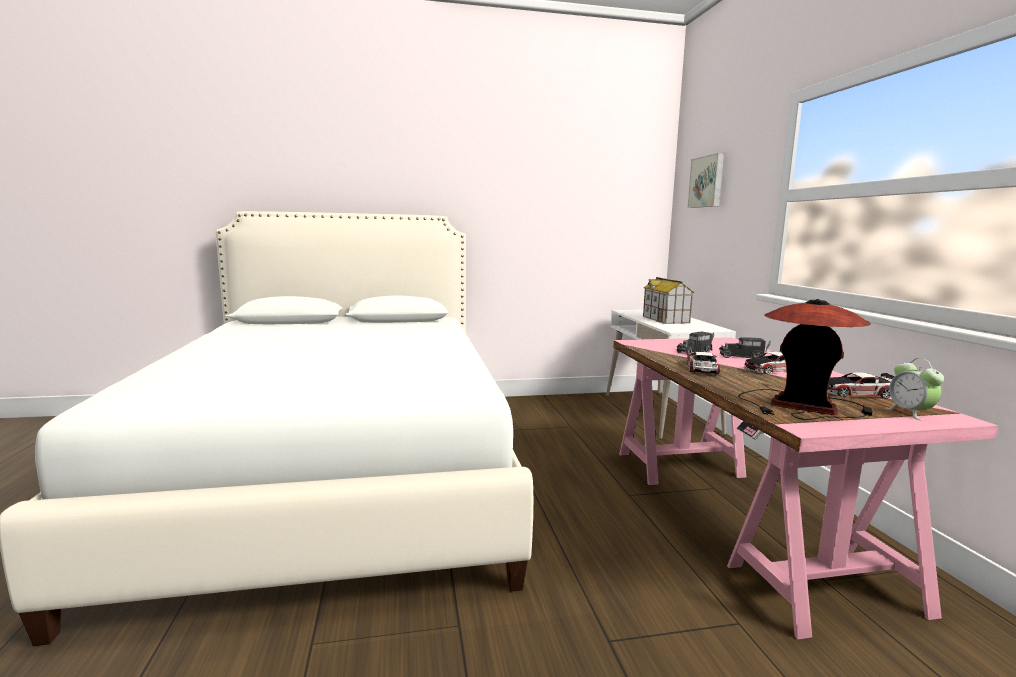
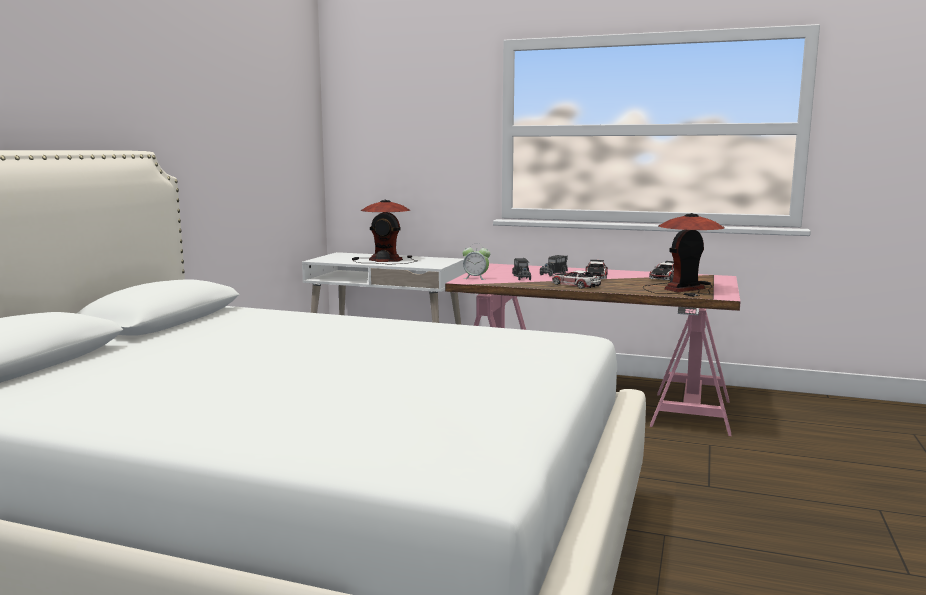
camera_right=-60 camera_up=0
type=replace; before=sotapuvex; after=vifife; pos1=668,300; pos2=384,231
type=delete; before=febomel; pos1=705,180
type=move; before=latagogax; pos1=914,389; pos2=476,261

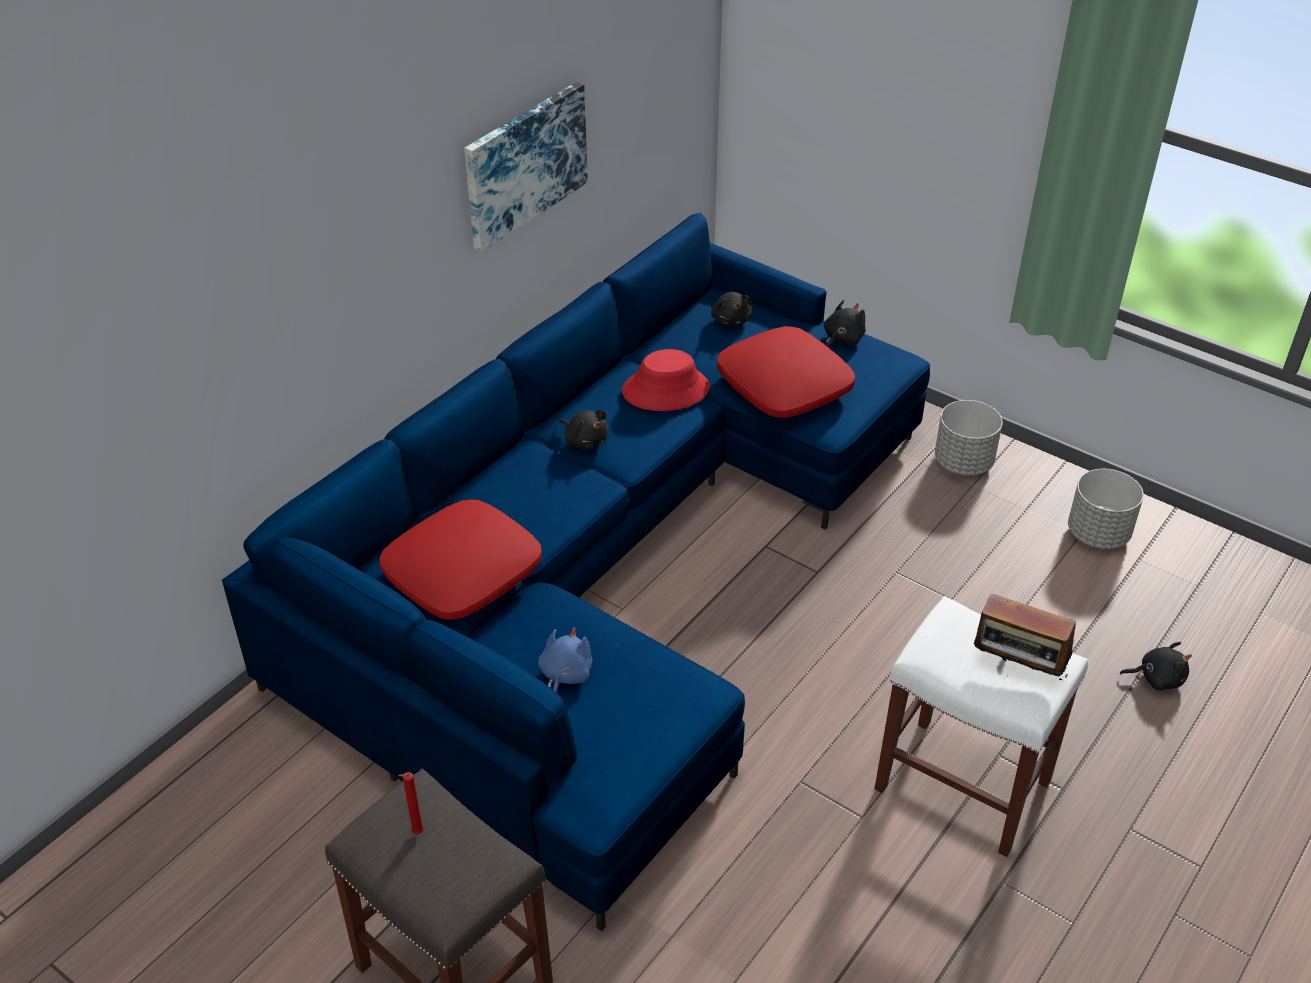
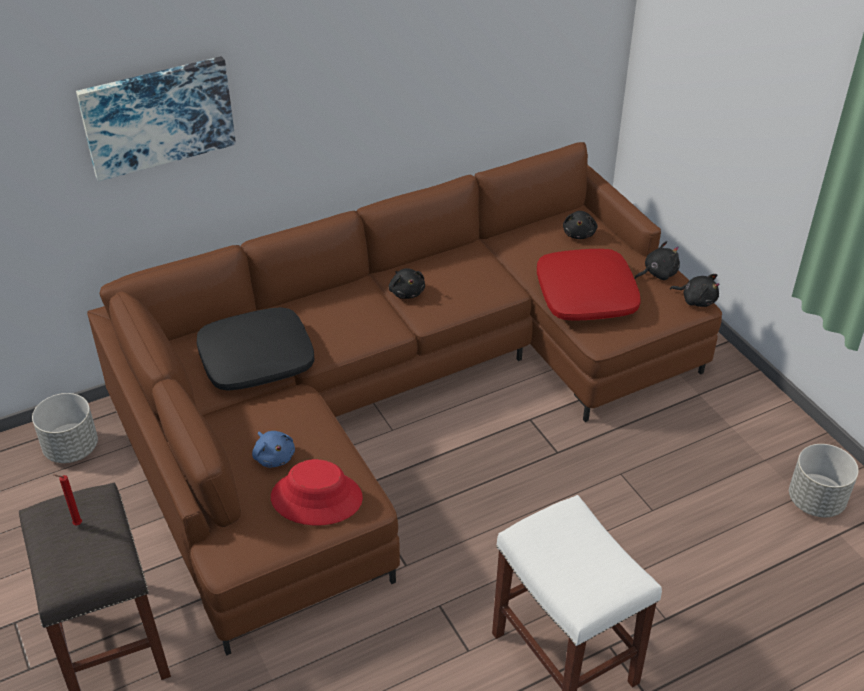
camera_right=25 camera_up=0
type=recolor; before=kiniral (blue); after=kiniral (brown); pos1=576,572; pos2=404,399
type=recolor; before=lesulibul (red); after=lesulibul (black); pos1=461,560; pos2=255,349
type=move; before=febomel; pos1=526,167; pos2=156,118
type=rotate; before=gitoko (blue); pos1=565,660; pos2=273,449; turn=105
type=move; before=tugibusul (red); pos1=666,380; pos2=317,492
type=move; before=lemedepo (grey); pos1=969,437; pos2=65,428
type=delete; before=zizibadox; pos1=1025,636
type=move; before=gitoko (black); pos1=1156,666; pos2=694,290

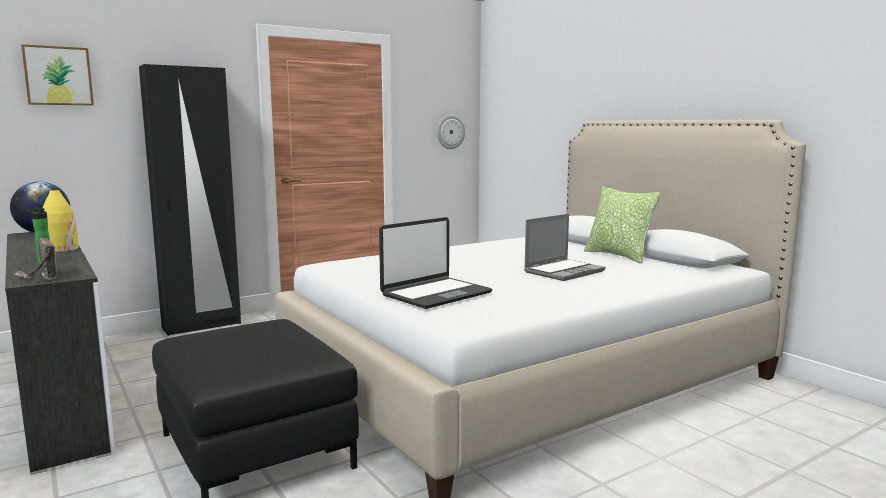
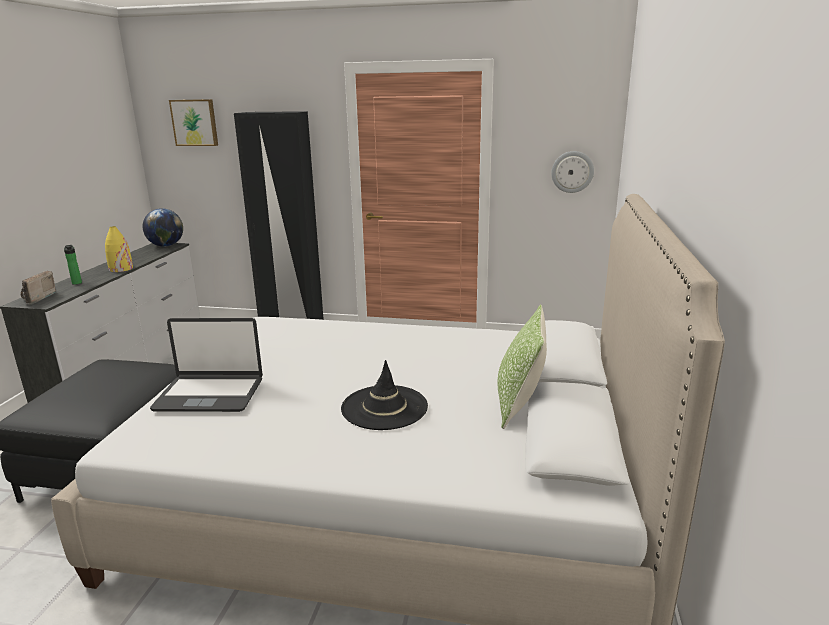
camera_right=45 camera_up=10
type=replace; before=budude; after=tugibusul (black); pos1=564,247; pos2=384,395

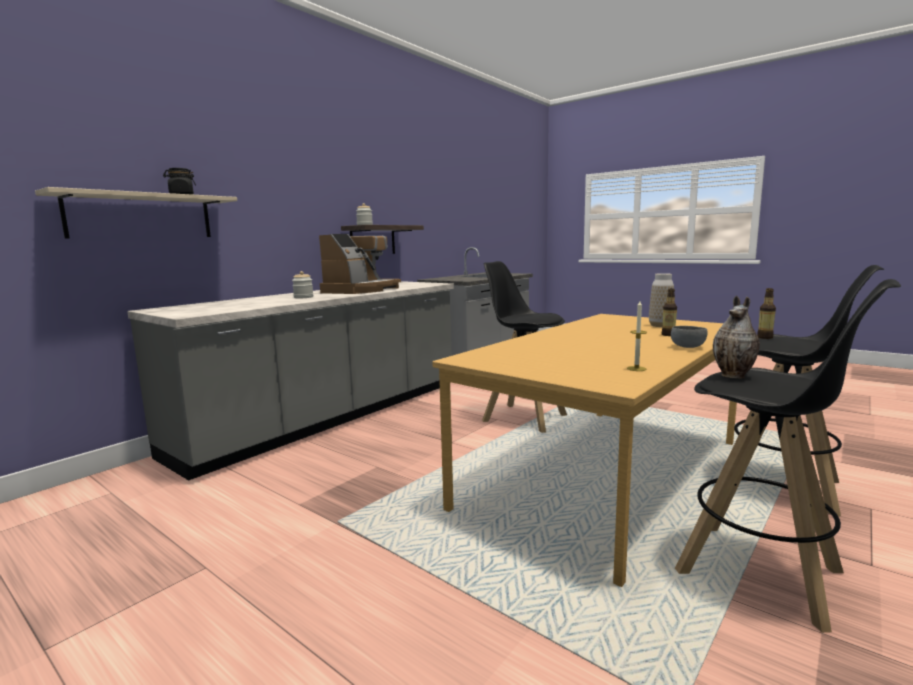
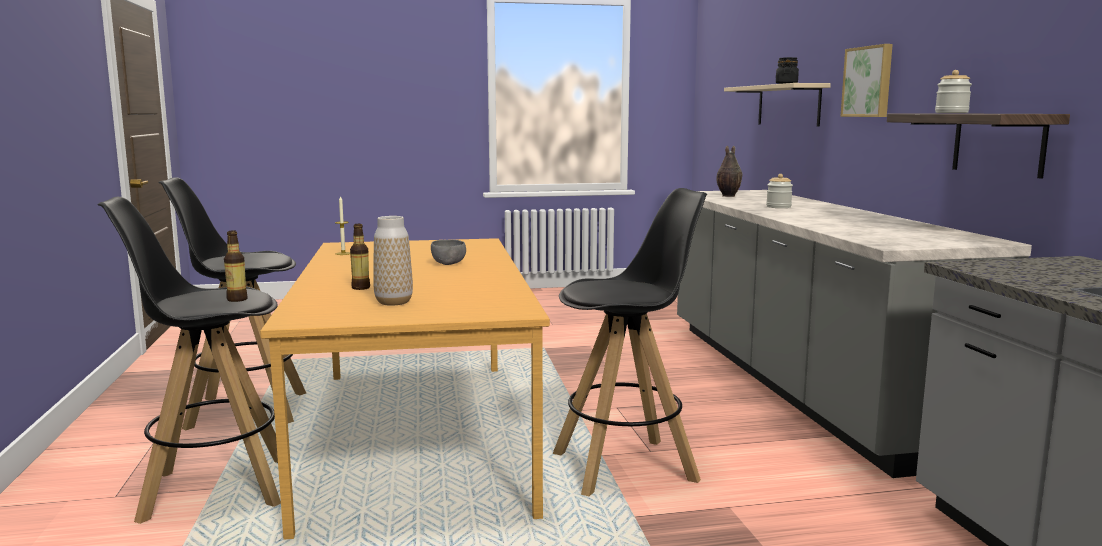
camera_right=130 camera_up=0
type=delete; before=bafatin; pos1=360,264
type=move; before=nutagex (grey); pos1=689,337; pos2=448,252
type=move; before=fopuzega; pos1=736,337; pos2=729,171
type=insert; after=febomel; pos2=867,80

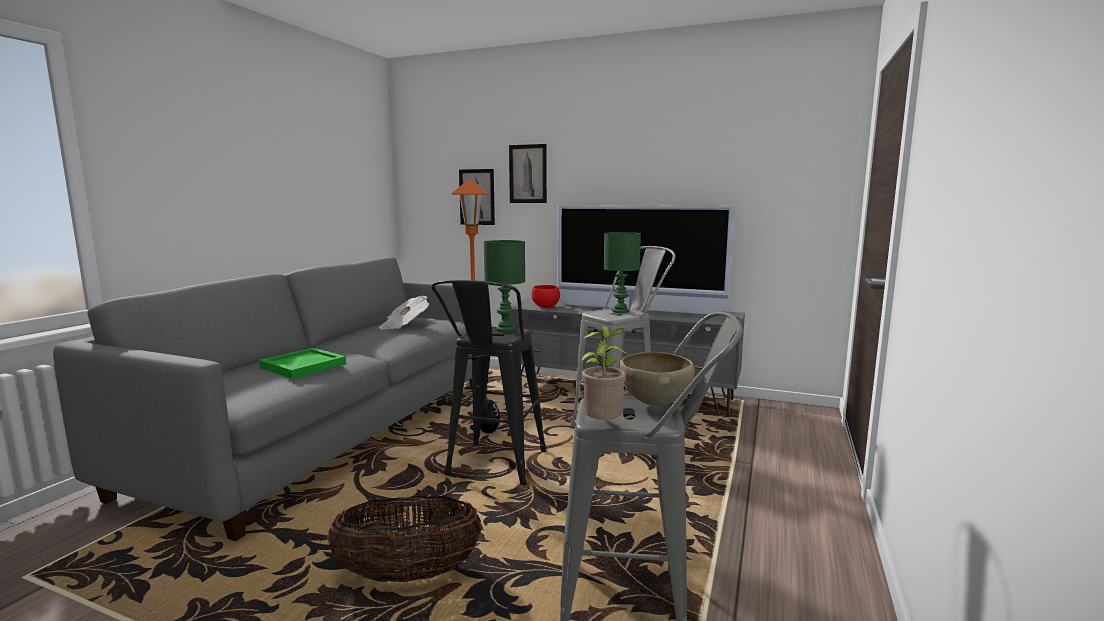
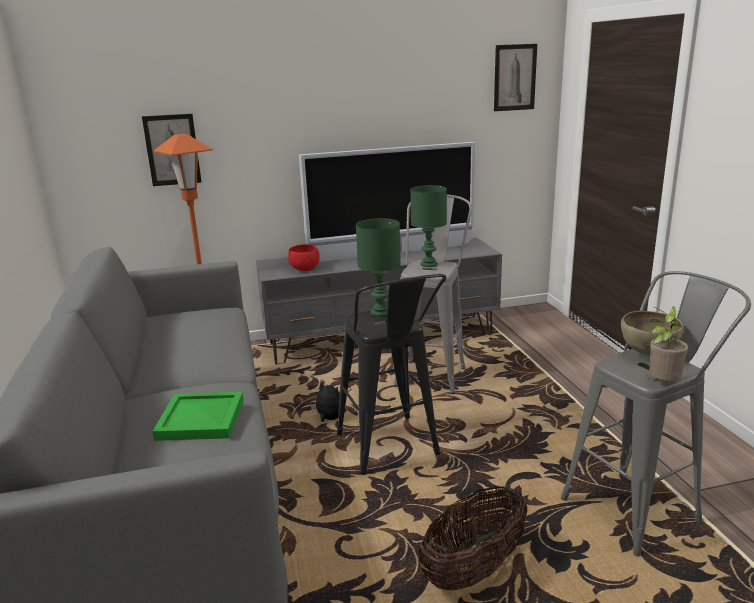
camera_right=-35 camera_up=10
type=delete; before=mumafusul; pos1=404,313
type=move; before=febomel; pos1=528,173; pos2=515,77

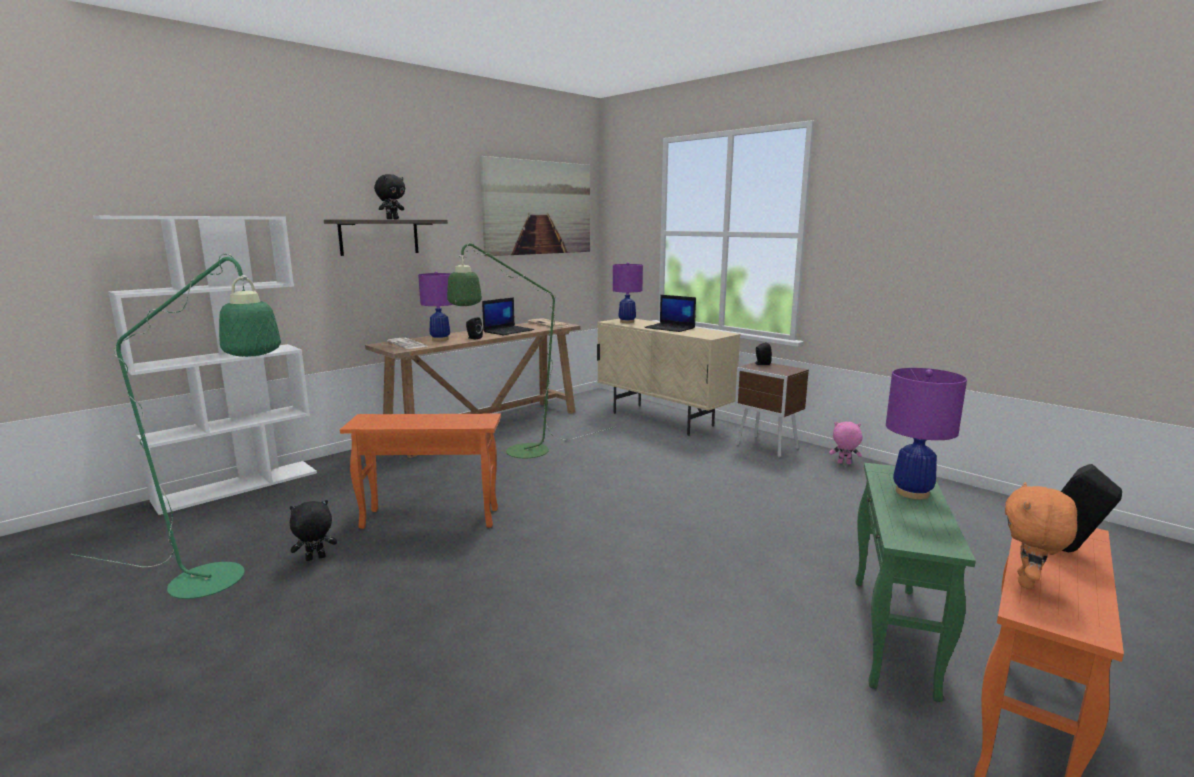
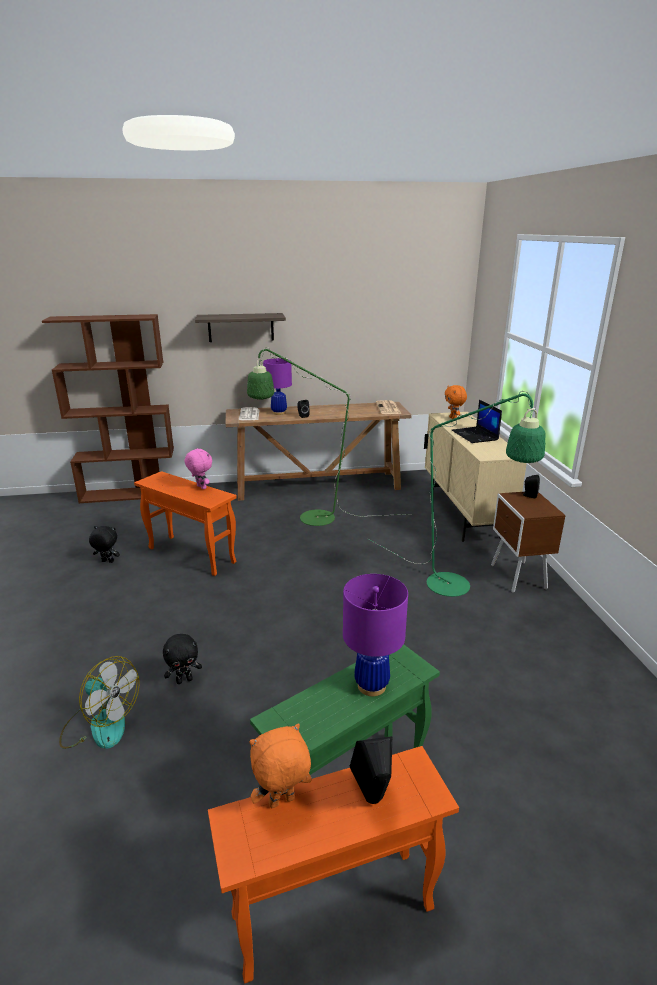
camera_right=35 camera_up=10
type=move; before=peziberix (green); pos1=176,426; pos2=457,494
type=recolor; before=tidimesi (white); after=tidimesi (brown); pos1=205,365; pos2=108,408
type=move; before=gitoko (black); pos1=389,196; pos2=182,659
type=delete; before=febomel; pos1=535,206
type=delete; before=budude; pos1=508,316
type=replace; before=vifife (purple); after=gitoko (orange); pos1=628,292; pos2=456,402
type=move; before=gitoko (pink); pos1=845,443; pos2=198,468
type=insert; after=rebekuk; pos2=99,702

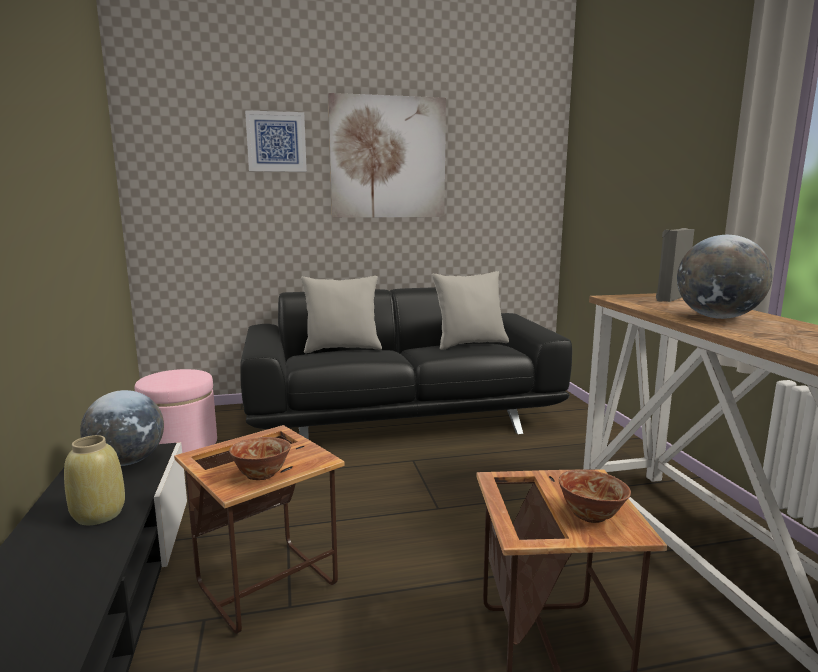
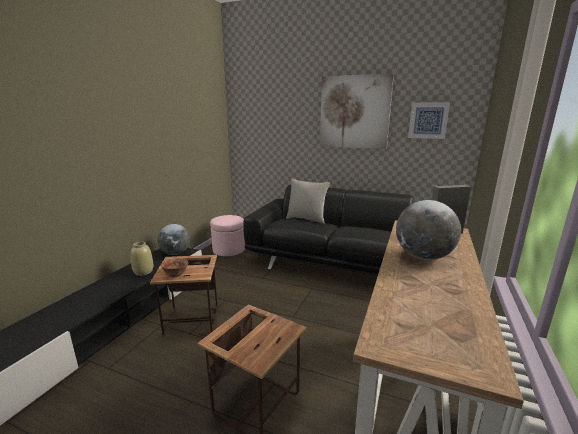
camera_right=35 camera_up=5
type=move; before=febomel; pos1=276,141; pos2=429,120
type=delete; before=lesulibul (grey); pos1=470,310
type=delete; before=nutagex; pos1=595,496

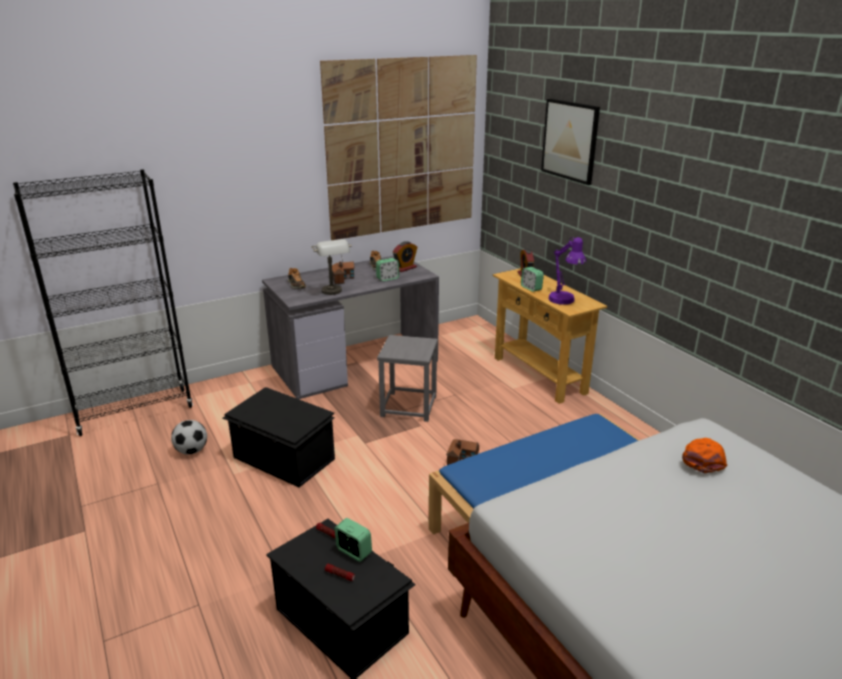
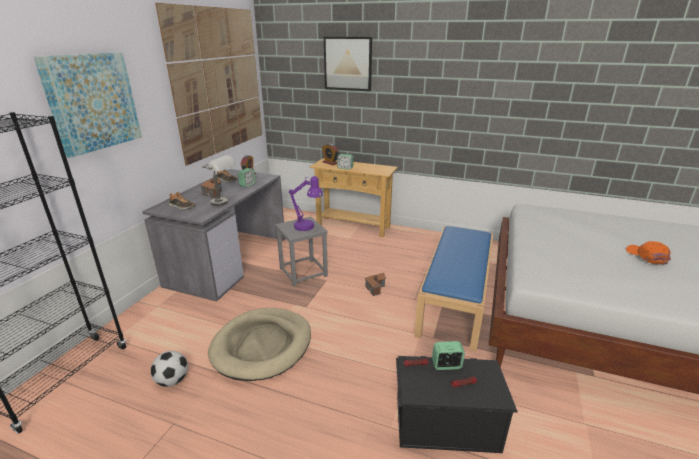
camera_right=-40 camera_up=0
type=replace; before=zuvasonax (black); after=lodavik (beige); pos1=279,437; pos2=259,344
type=move; before=vifife (purple); pos1=567,271; pos2=306,203
type=move; before=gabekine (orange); pos1=704,456; pos2=648,253
type=insert; after=febomel; pos2=88,105

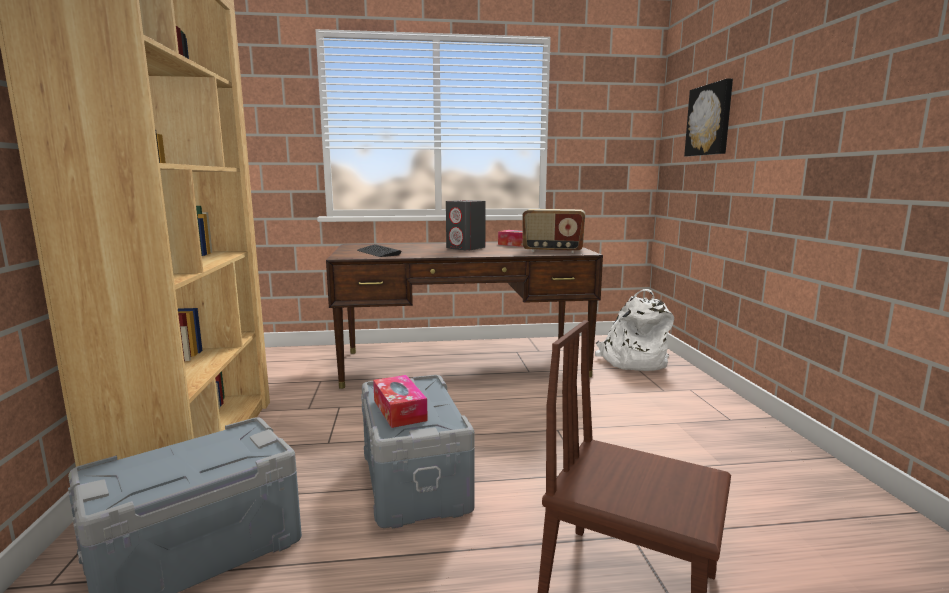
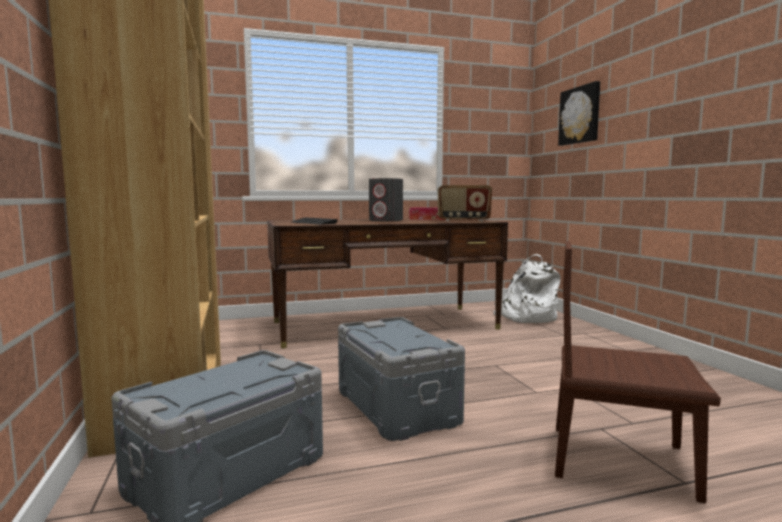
camera_right=-10 camera_up=-5
type=delete; before=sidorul; pos1=400,401

